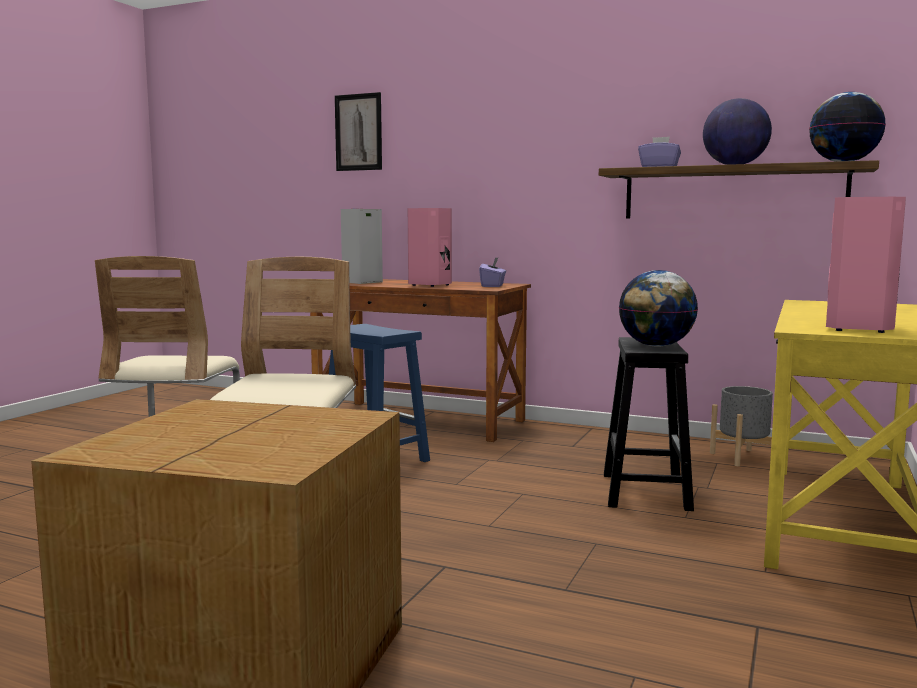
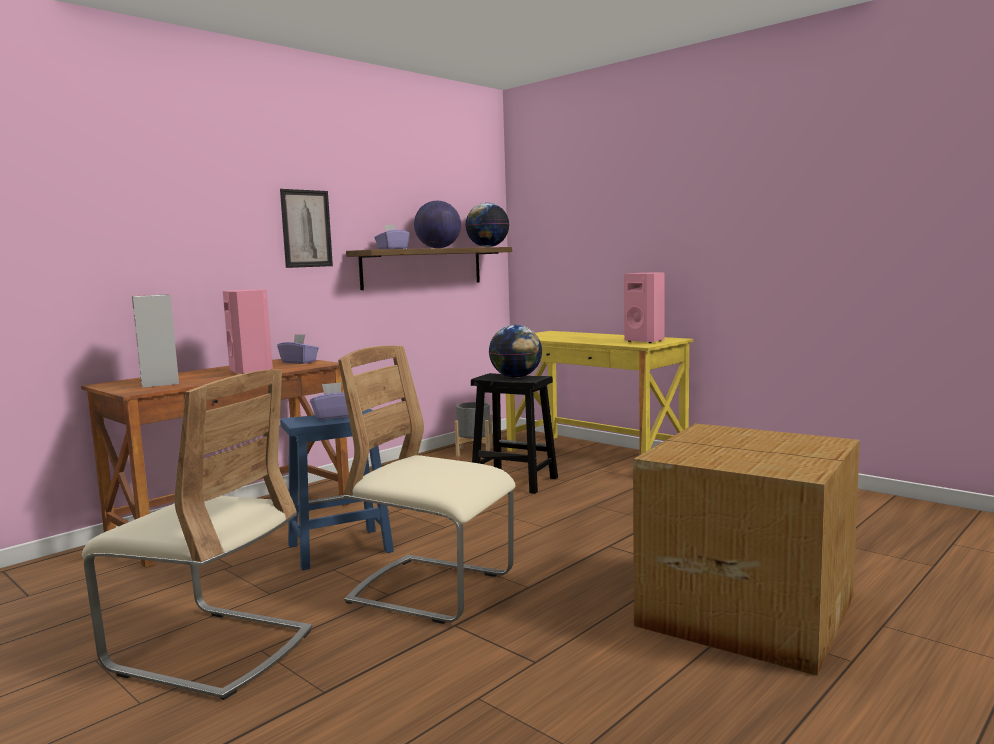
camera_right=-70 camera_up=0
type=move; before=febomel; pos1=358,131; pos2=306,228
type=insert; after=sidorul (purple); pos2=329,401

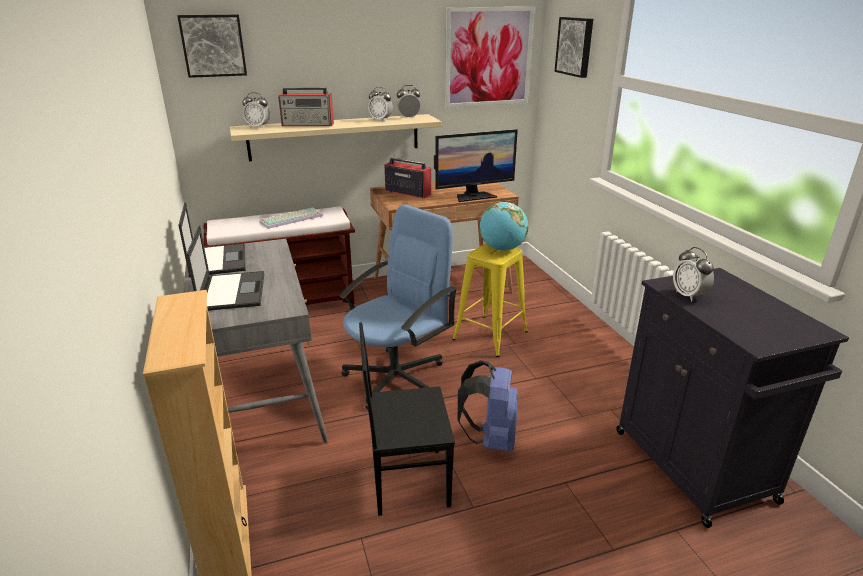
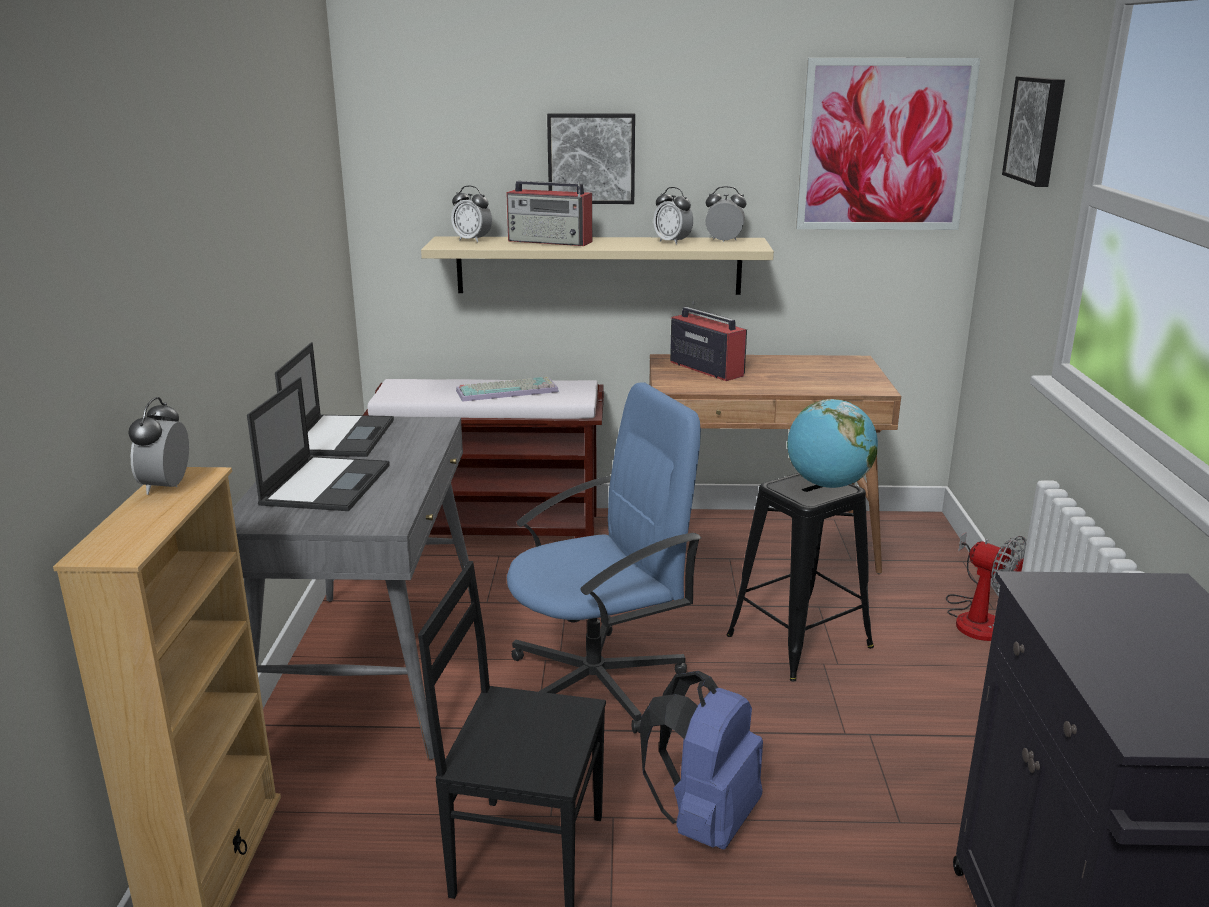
camera_right=20 camera_up=-5
type=move; before=febomel; pos1=212,46; pos2=591,158
type=delete; before=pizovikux; pos1=476,165
type=recolor; before=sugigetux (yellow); after=sugigetux (black); pos1=490,300; pos2=800,577
type=move; before=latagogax; pos1=693,274; pos2=159,446
type=insert; after=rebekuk; pos2=986,586

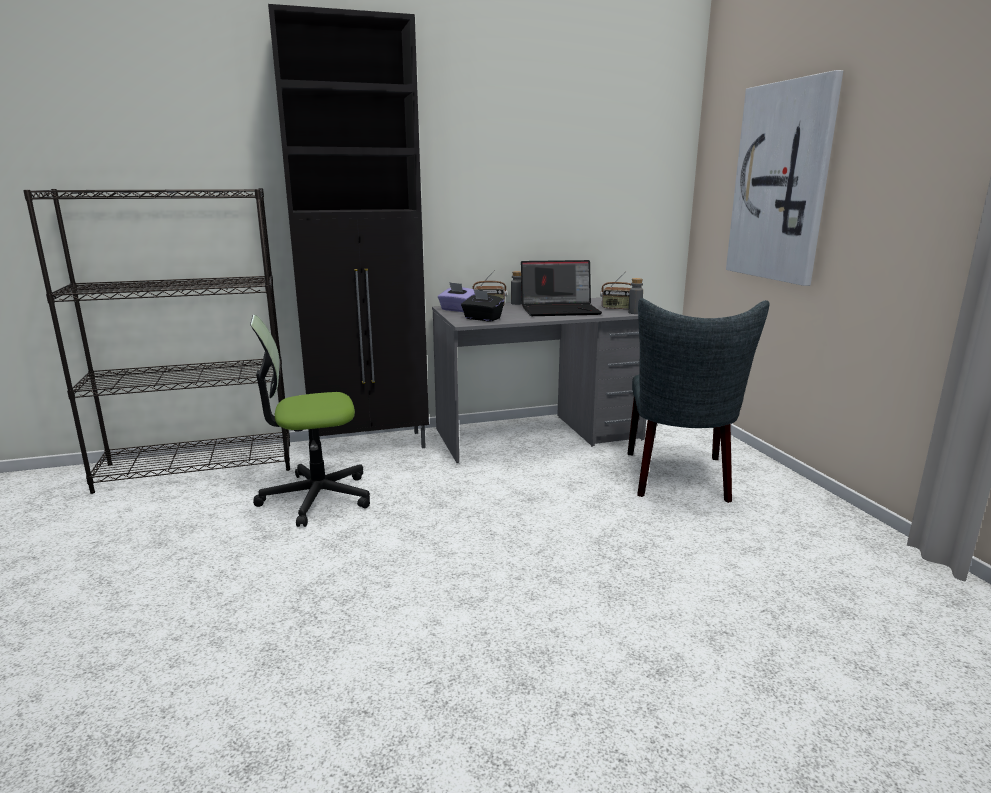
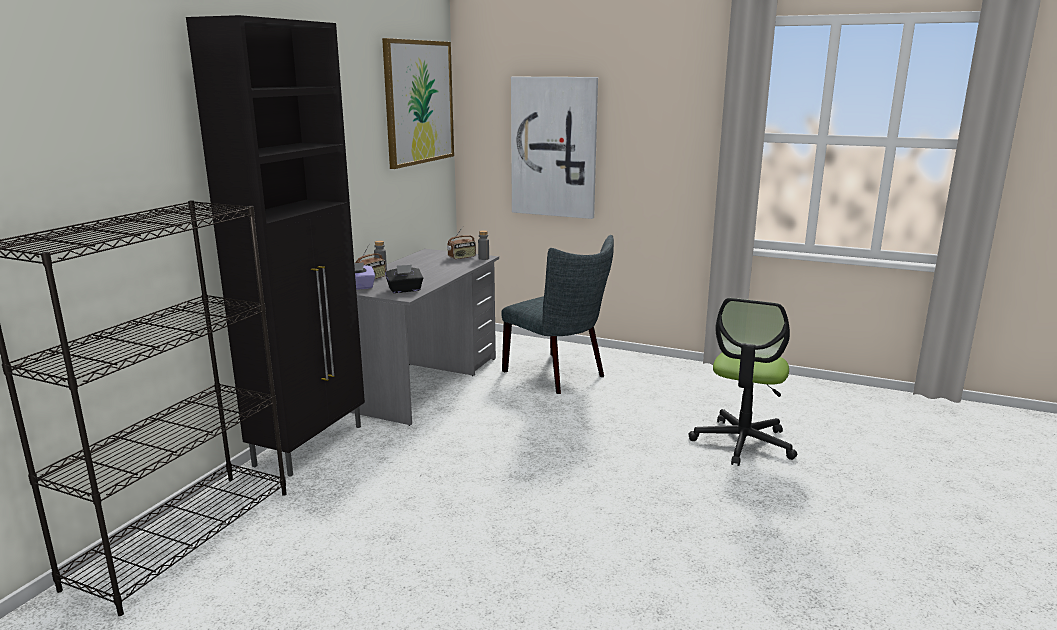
camera_right=-50 camera_up=0
type=move; before=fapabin; pos1=310,421; pos2=742,382
type=delete; before=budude; pos1=561,288
type=insert; after=febomel; pos2=418,103

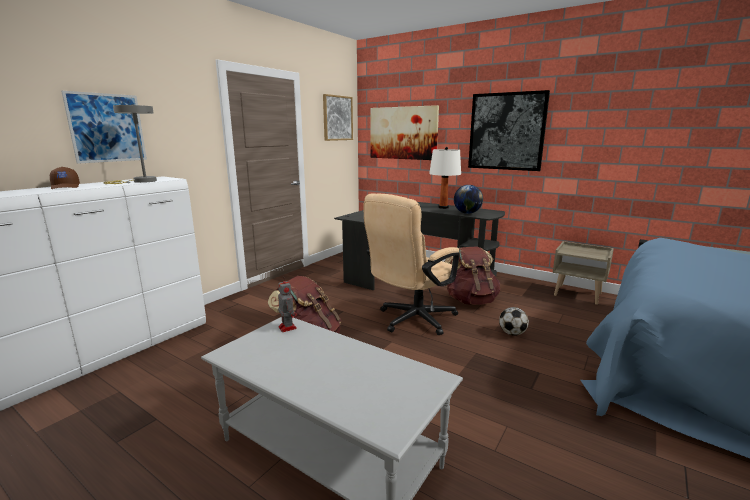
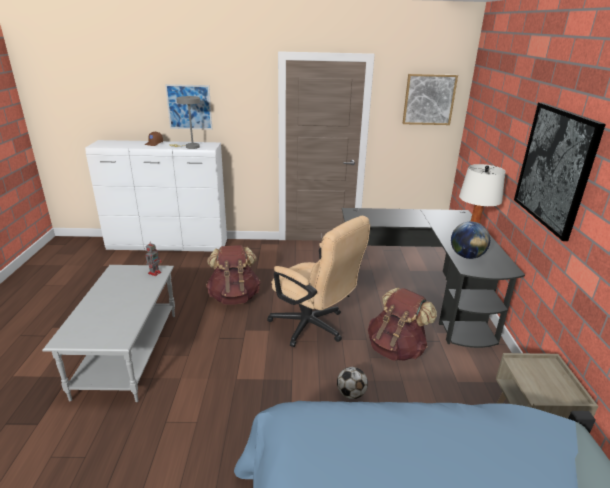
camera_right=55 camera_up=10
type=rotate; before=fapabin (beige); pos1=411,264; pos2=318,281; turn=-150
type=delete; before=febomel; pos1=404,132

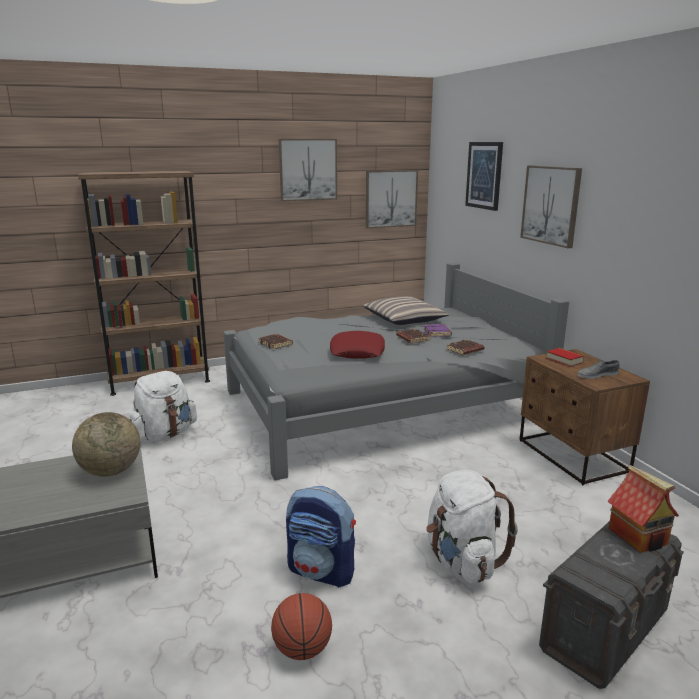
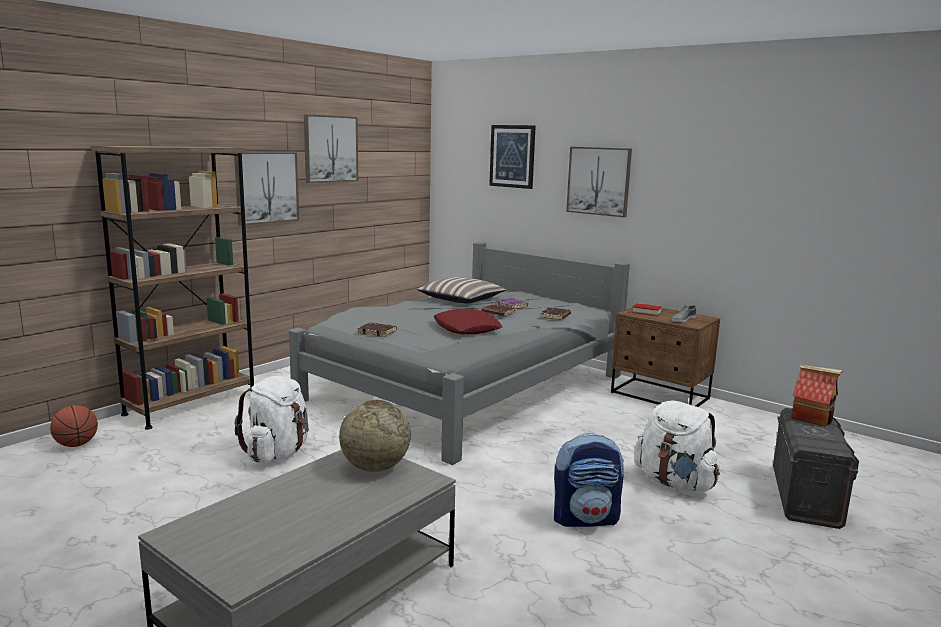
camera_right=-30 camera_up=-5
type=move; before=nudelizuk; pos1=301,626; pos2=74,426
type=move; before=febomel; pos1=392,199; pos2=266,189

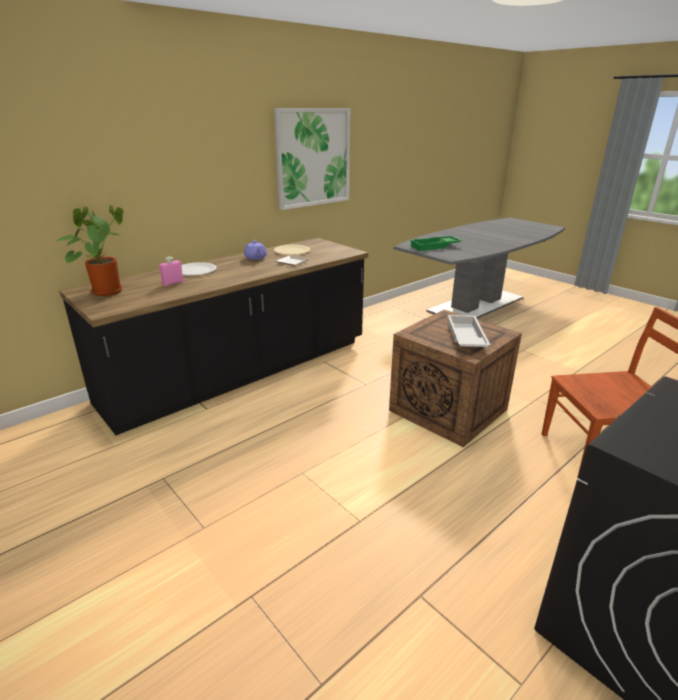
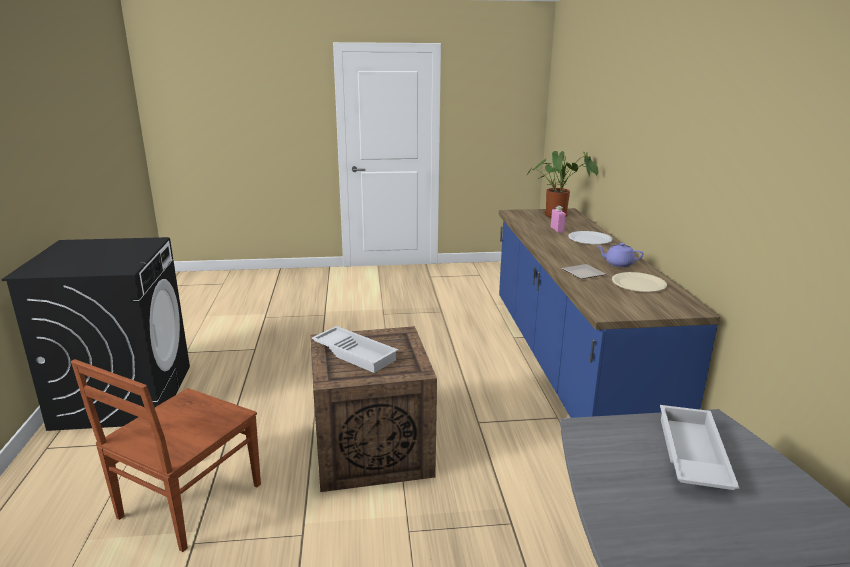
camera_right=125 camera_up=-5
type=recolor; before=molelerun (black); after=molelerun (blue); pos1=213,336; pos2=609,313
type=delete; before=febomel; pos1=312,159
type=recolor; before=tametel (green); after=tametel (white); pos1=436,243; pos2=699,447

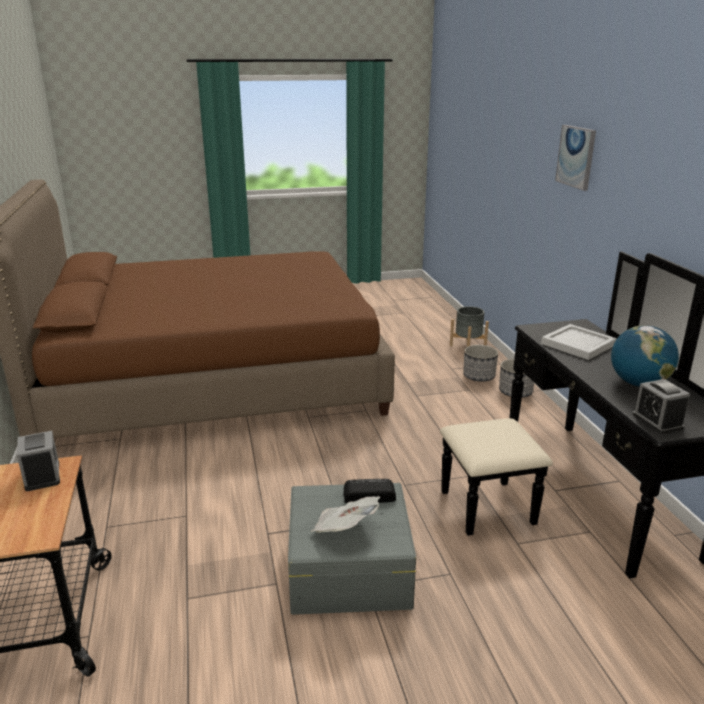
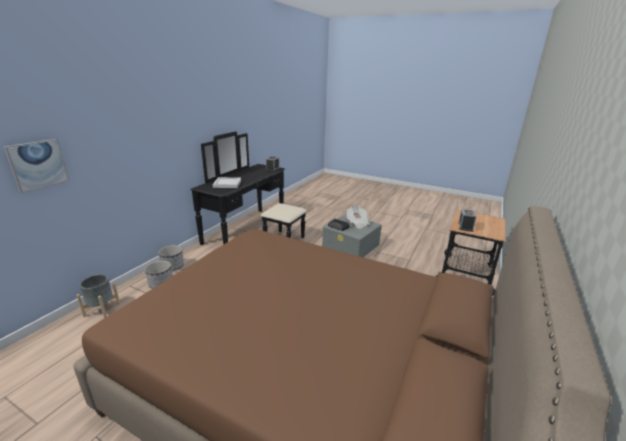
camera_right=-140 camera_up=0
type=move; before=febomel; pos1=575,158; pos2=36,166
type=delete; before=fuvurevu; pos1=645,356

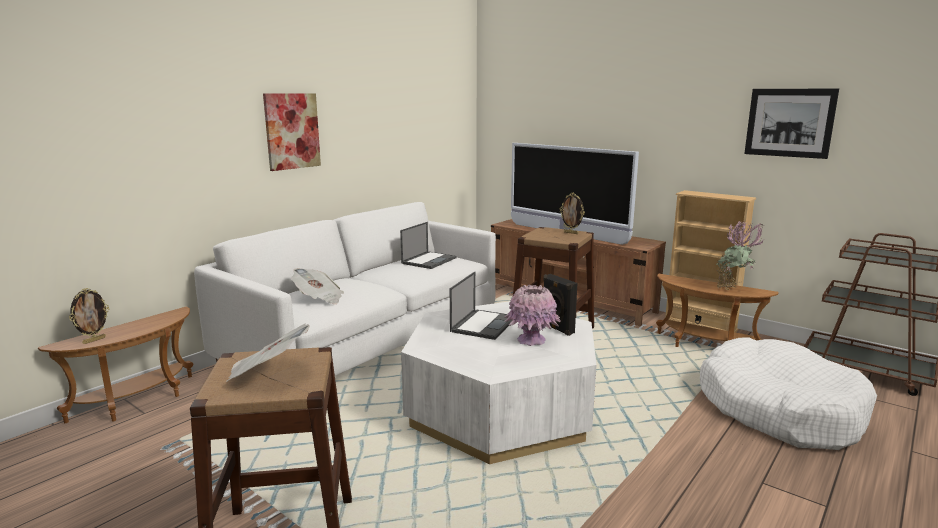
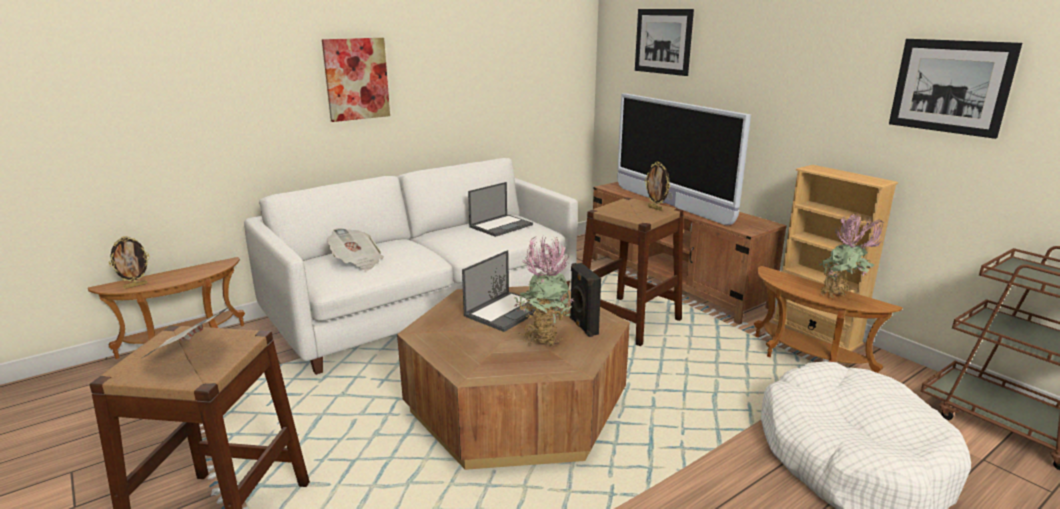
camera_right=15 camera_up=5
type=recolor; before=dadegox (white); after=dadegox (brown); pos1=499,382; pos2=513,378
type=replace; before=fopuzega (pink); after=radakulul; pos1=532,315; pos2=544,291
type=insert; after=febomel; pos2=664,42

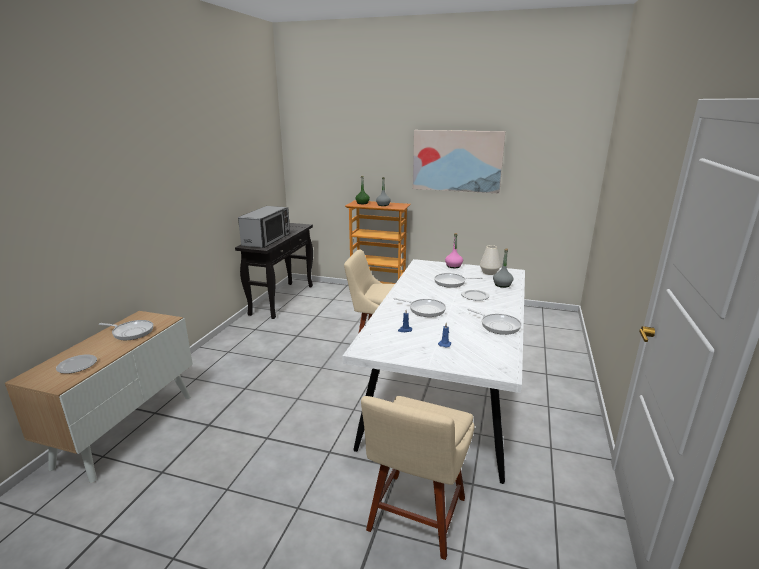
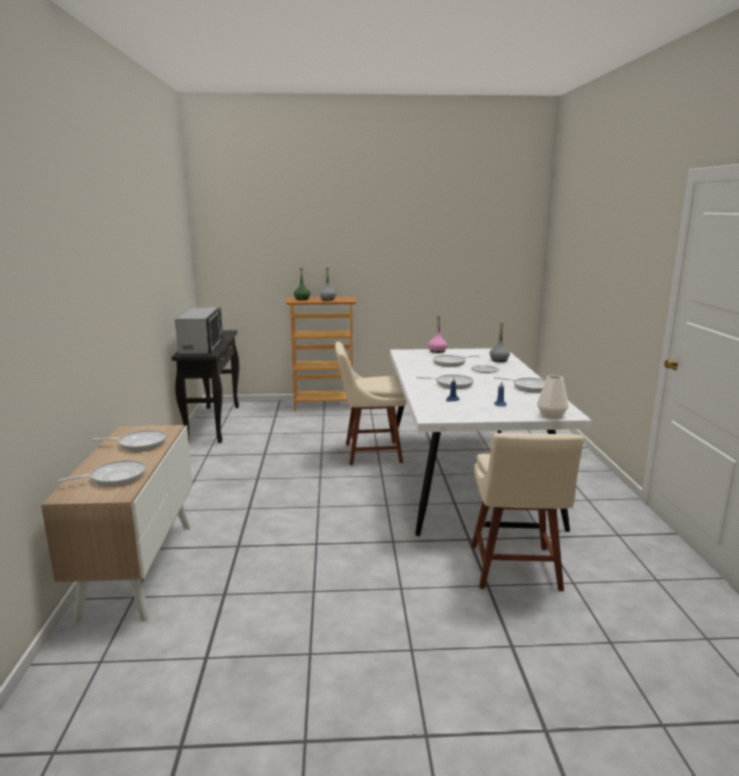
camera_right=-20 camera_up=-5
type=replace; before=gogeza; after=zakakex; pos1=76,364; pos2=102,473
type=delete; before=febomel; pos1=459,162
type=move; before=fopuzega (white); pos1=490,260; pos2=553,397

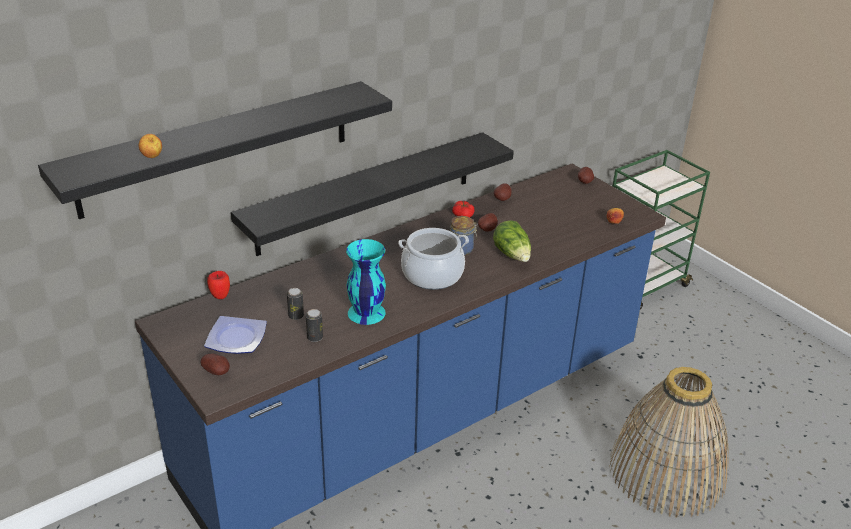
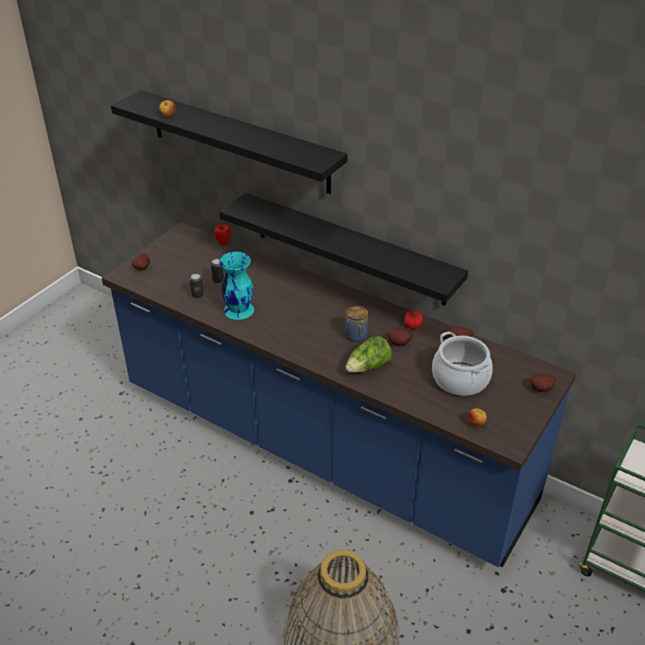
camera_right=70 camera_up=5
type=delete; before=gogeza; pos1=235,335
type=move; before=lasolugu; pos1=433,259; pos2=462,364

